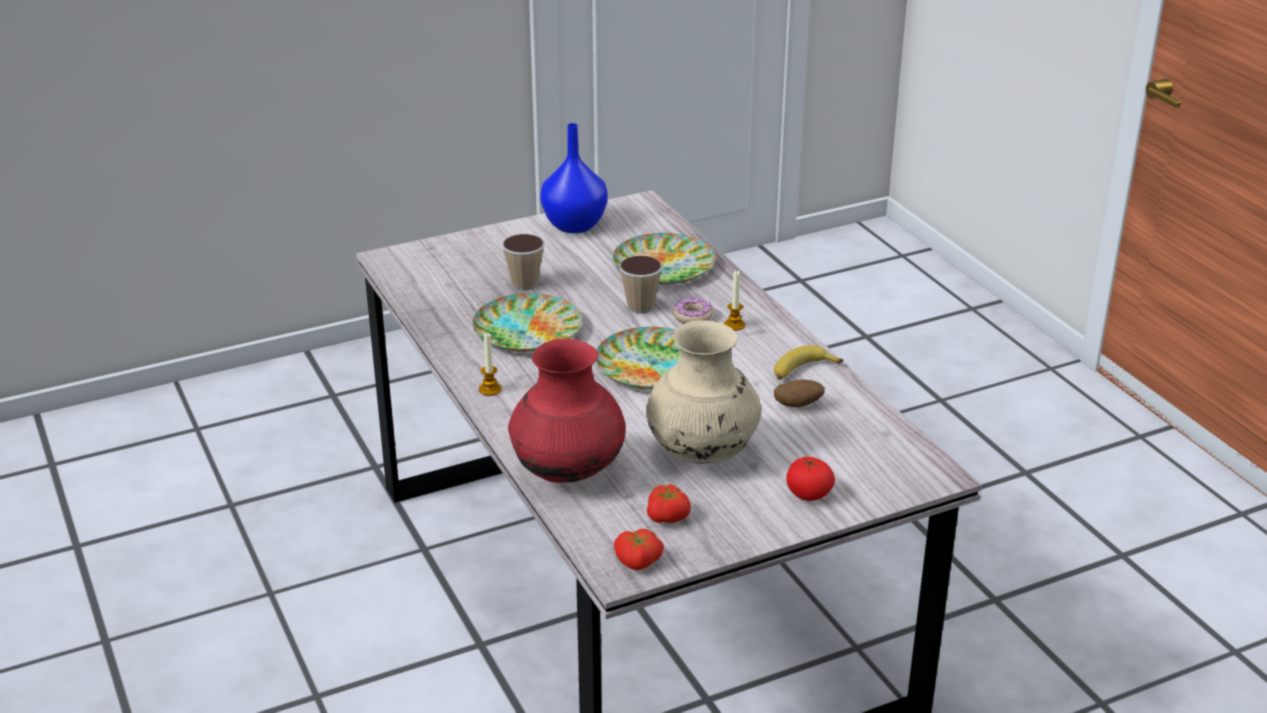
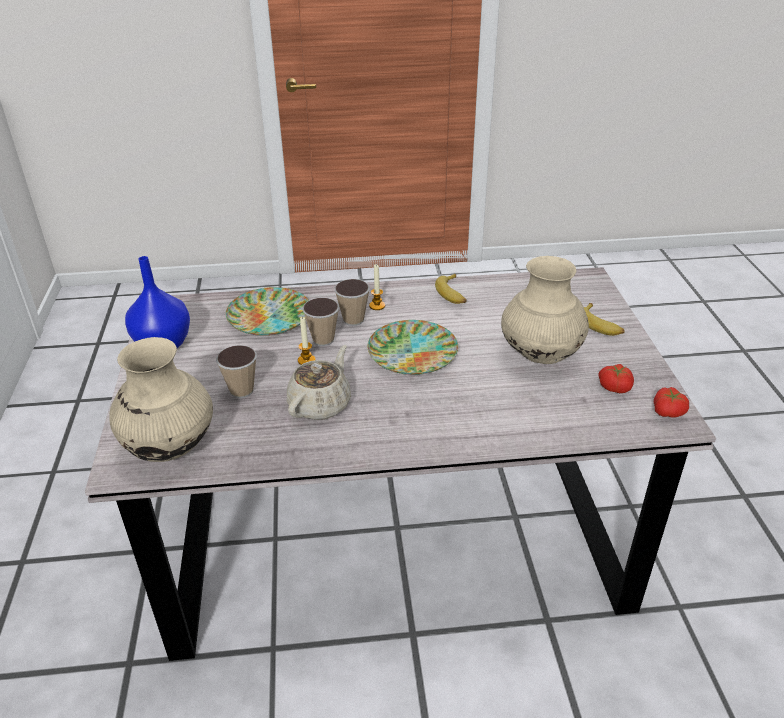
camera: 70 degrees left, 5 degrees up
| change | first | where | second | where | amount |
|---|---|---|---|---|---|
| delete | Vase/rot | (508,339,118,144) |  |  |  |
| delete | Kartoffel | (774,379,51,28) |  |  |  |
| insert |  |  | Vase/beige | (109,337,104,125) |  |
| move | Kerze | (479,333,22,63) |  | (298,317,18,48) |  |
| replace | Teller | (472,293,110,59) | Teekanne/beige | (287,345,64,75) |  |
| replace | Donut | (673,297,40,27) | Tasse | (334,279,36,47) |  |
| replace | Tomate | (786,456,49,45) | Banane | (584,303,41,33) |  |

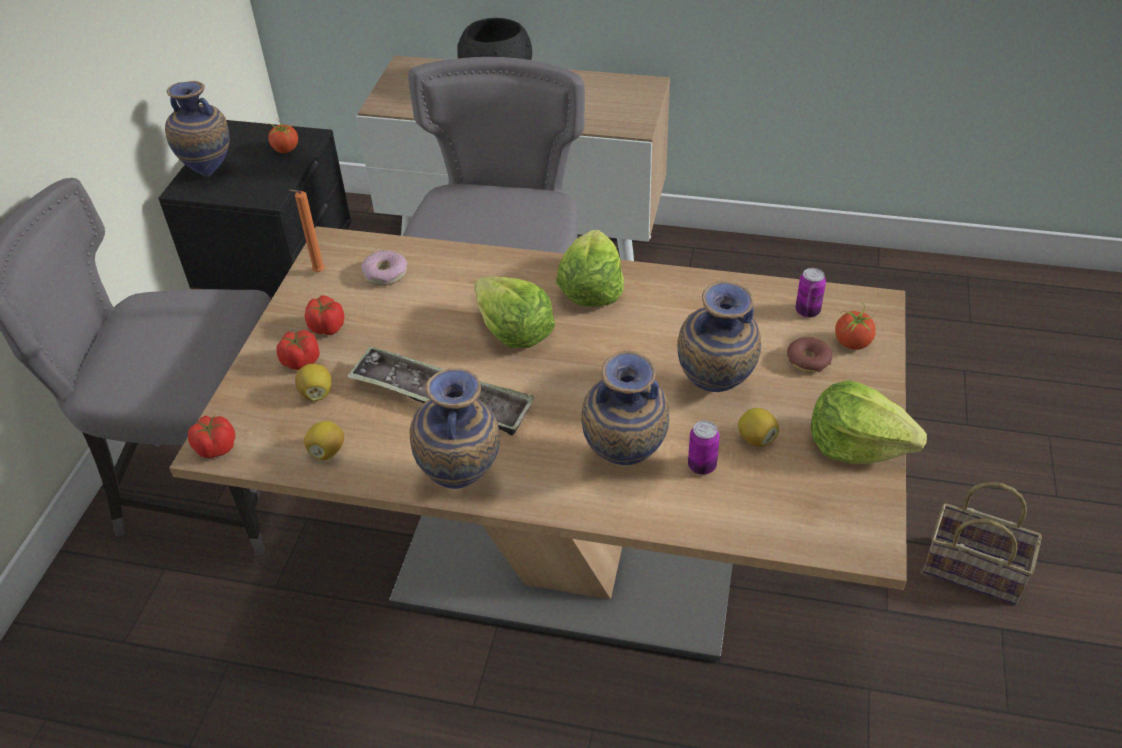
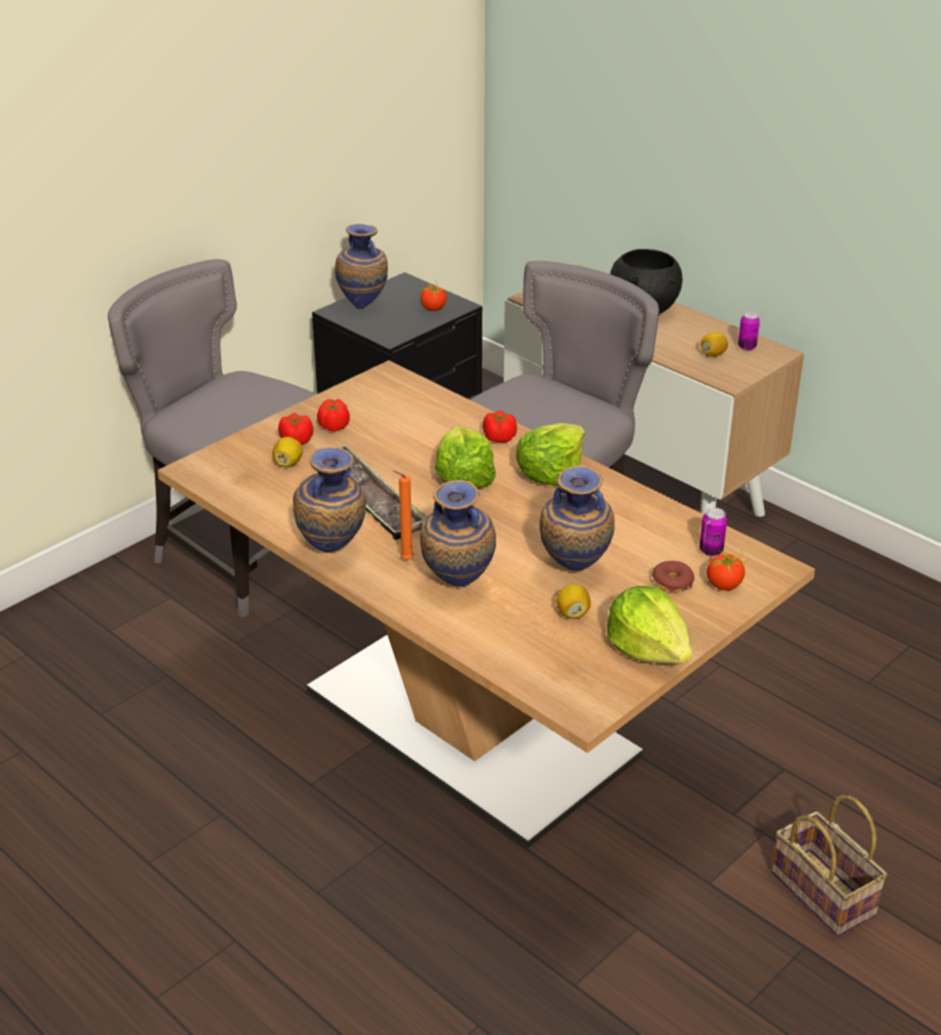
camera: 30 degrees right, 10 degrees down
| change | first | where | second | where | amount |
|---|---|---|---|---|---|
| delete | Donut | (361,250,46,36) |  |  |  |
| move | Tomate | (188,416,47,42) |  | (483,411,34,32) |  |
| move | Kerze/orange | (289,189,36,83) |  | (393,470,21,90) |  |
| move | Zitrone | (304,421,40,39) |  | (701,332,27,25) |  |
| move | Dose | (688,421,32,54) |  | (738,312,22,38) |  |

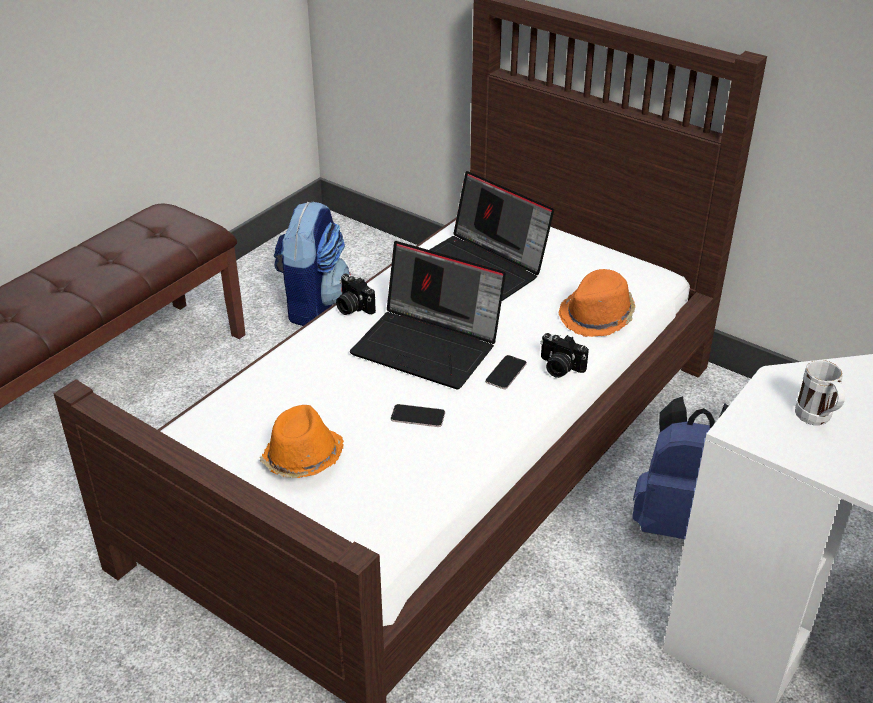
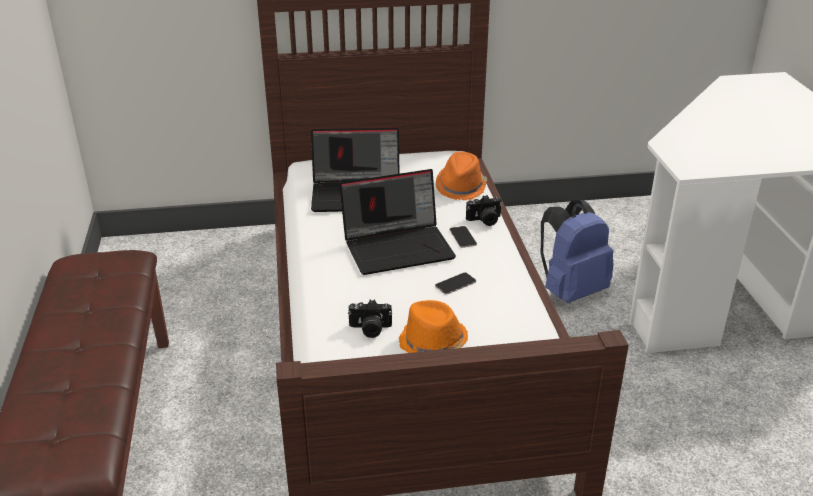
camera: 45 degrees left, 5 degrees down
| change | first | where | second | where | amount |
|---|---|---|---|---|---|
| delete | Rucksack | (274,201,77,125) |  |  |  |
| delete | Henkelbecher/weiß | (795,360,50,65) |  |  |  |
| move | Kamera | (336,274,40,41) |  | (348,300,44,38) |  |

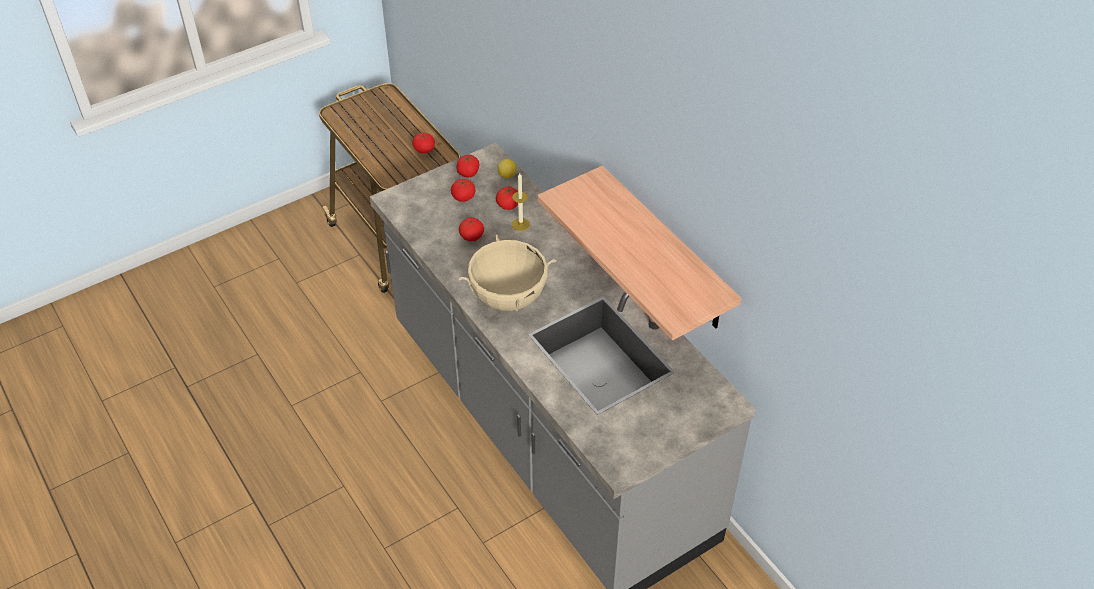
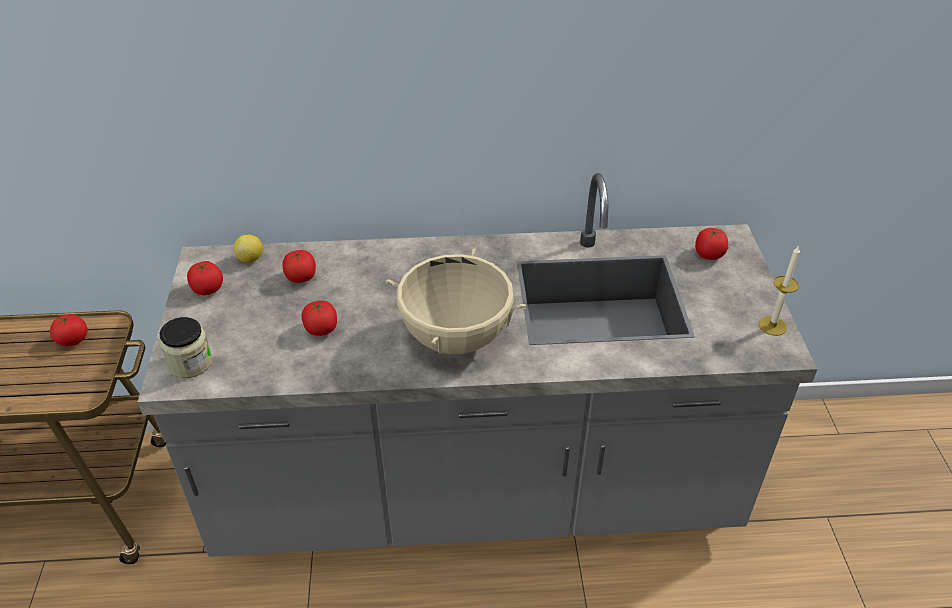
camera: 60 degrees left, 5 degrees down
| change | first | where | second | where | amount |
|---|---|---|---|---|---|
| delete | Wandregal | (537,166,204,174) |  |  |  |
| insert |  |  | Vorratsglas | (160,317,52,61) |  |
| move | Tomate | (451,179,24,23) |  | (695,228,33,32) |  |
| move | Kerze | (512,173,18,58) |  | (759,245,41,91) |  |

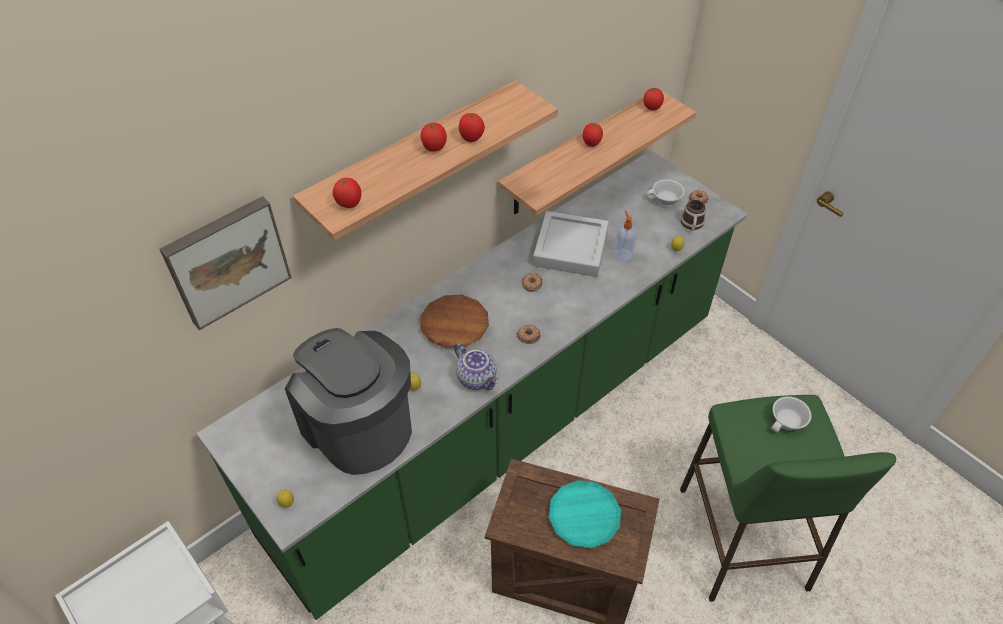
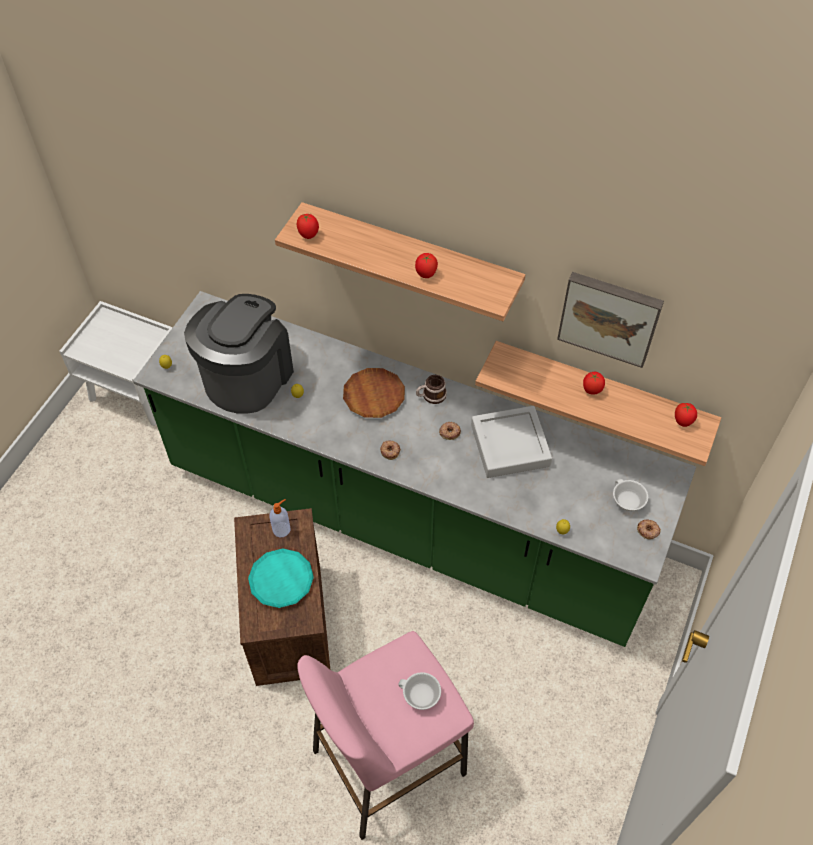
camera: 65 degrees right, 5 degrees up
| change | first | where | second | where | amount |
|---|---|---|---|---|---|
| delete | Tomate | (421,123,26,29) |  |  |  |
| delete | Teekanne | (454,343,45,47) |  |  |  |
| move | Bild | (159,196,133,134) |  | (557,272,107,96) |  |
| move | Seifenspender | (614,211,22,50) |  | (270,499,20,38) |  |
| move | Henkelbecher | (681,200,25,31) |  | (416,375,31,29) |  |
| recolor | Hocker/grün | (680,395,216,207) | Hocker/rosa | (297,631,177,209) |  |

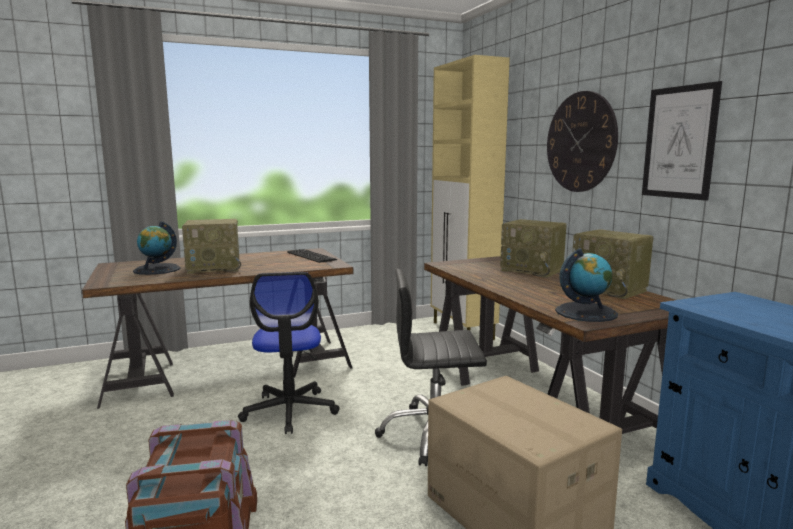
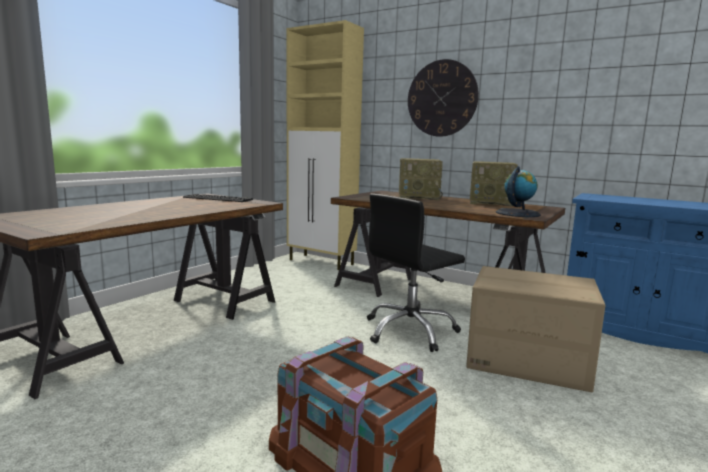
camera: 35 degrees left, 0 degrees up
| change | first | where | second | where | amount |
|---|---|---|---|---|---|
| delete | Globus | (133,221,48,54) |  |  |  |
| delete | Radio | (182,219,59,55) |  |  |  |
| delete | Bürostuhl | (238,272,102,162) |  |  |  |
| delete | Bild | (642,81,80,120) |  |  |  |

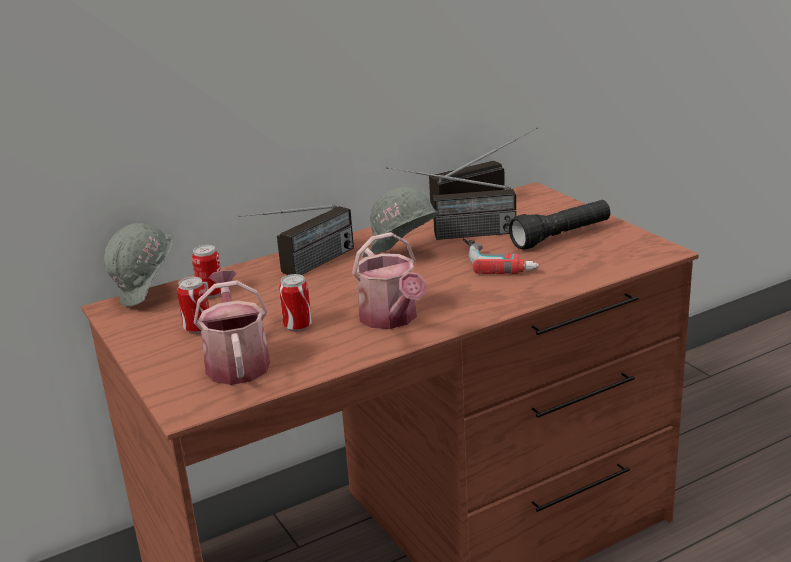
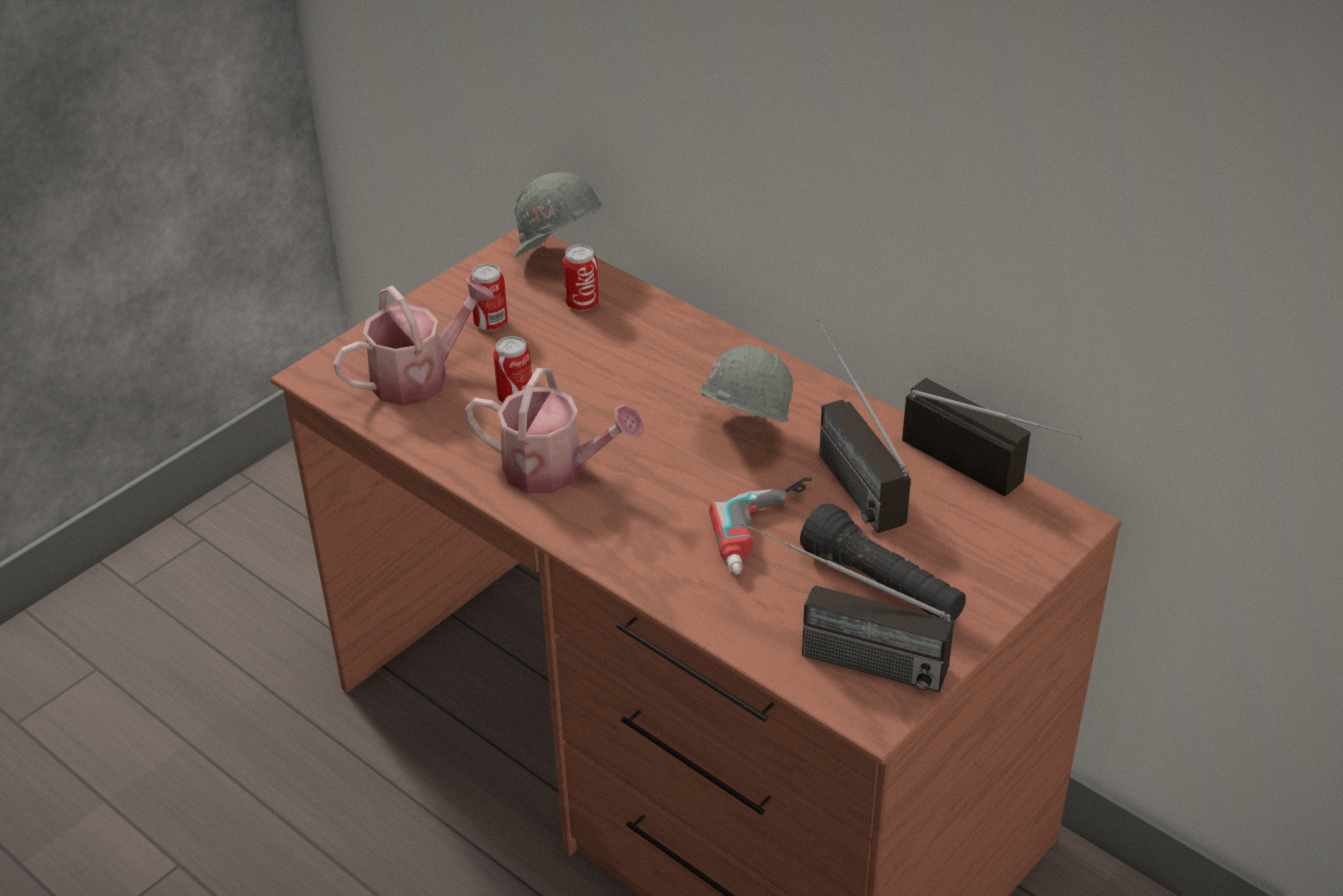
camera: 70 degrees right, 15 degrees up
| change | first | where | second | where | amount |
|---|---|---|---|---|---|
| move | Radio | (237,205,117,70) |  | (740,522,214,170) |  |
| rotate | Gießkanne | (352,232,75,97) |  | (465,368,179,125) | 120 degrees counterclockwise |

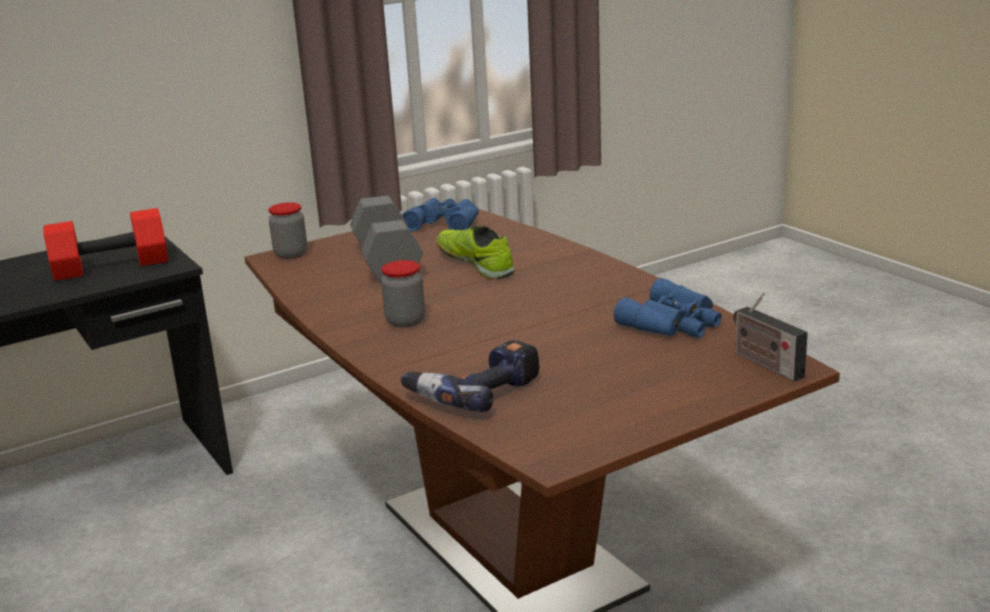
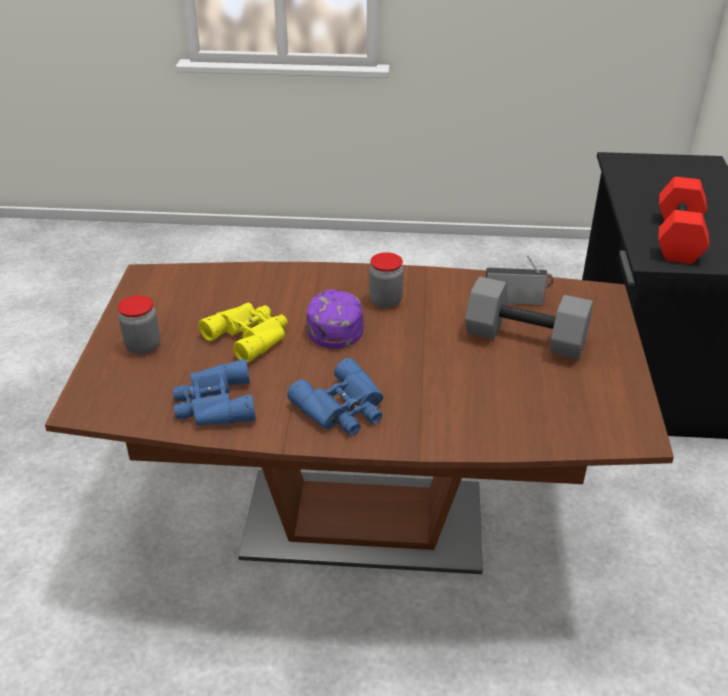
camera: 125 degrees right, 15 degrees up
| change | first | where | second | where | amount |
|---|---|---|---|---|---|
| delete | Bohrmaschine | (401,340,139,72) |  |  |  |
| delete | Schuh | (437,226,78,53) |  |  |  |
| insert |  |  | Fernglas/gelb | (199,303,89,60) |  |
| insert |  |  | Kappe/lila | (306,289,58,60) |  |
| move | Vorratsglas | (268,202,39,57) |  | (118,295,42,60) |  |
| move | Fernglas/blau | (402,198,77,34) |  | (287,358,96,77) |  |
| move | Radio | (733,292,75,89) |  | (486,255,67,50) |  |

